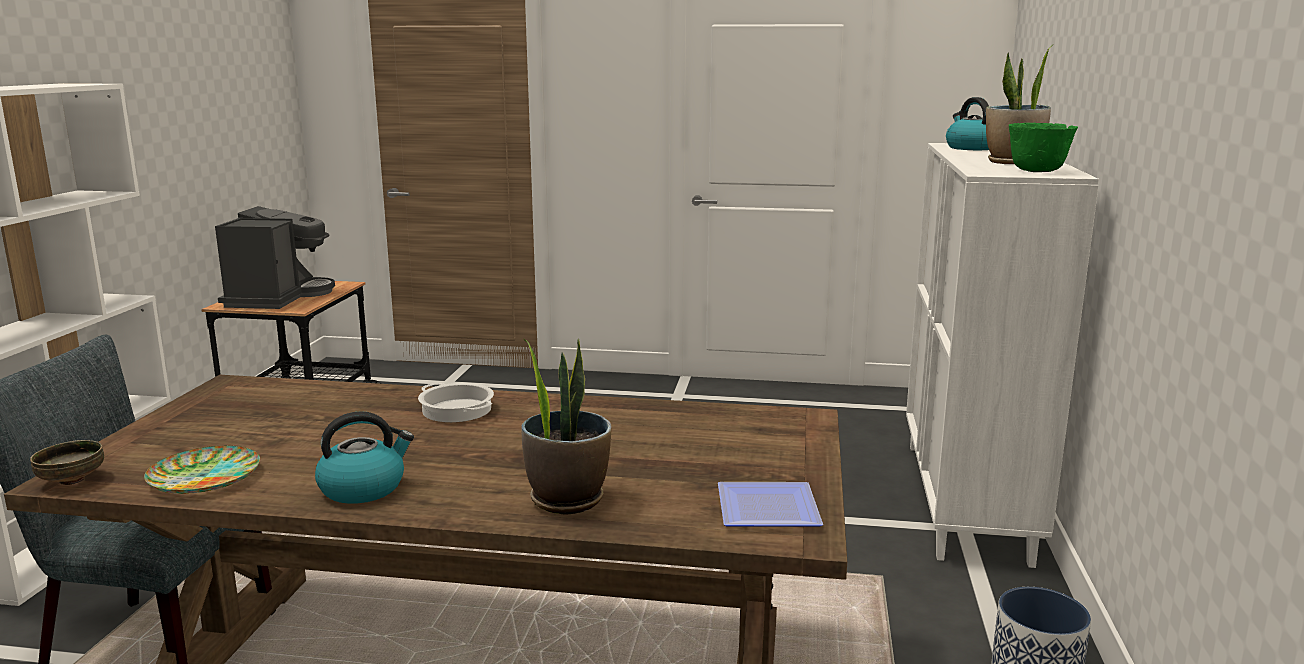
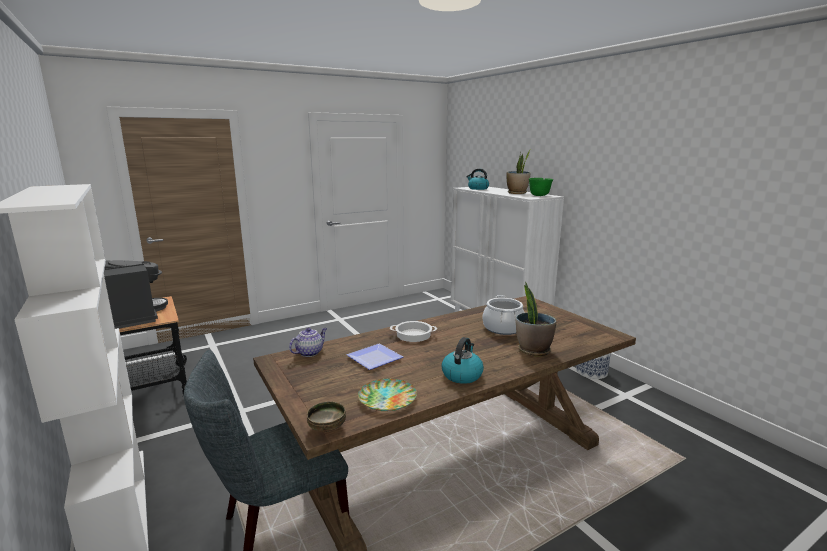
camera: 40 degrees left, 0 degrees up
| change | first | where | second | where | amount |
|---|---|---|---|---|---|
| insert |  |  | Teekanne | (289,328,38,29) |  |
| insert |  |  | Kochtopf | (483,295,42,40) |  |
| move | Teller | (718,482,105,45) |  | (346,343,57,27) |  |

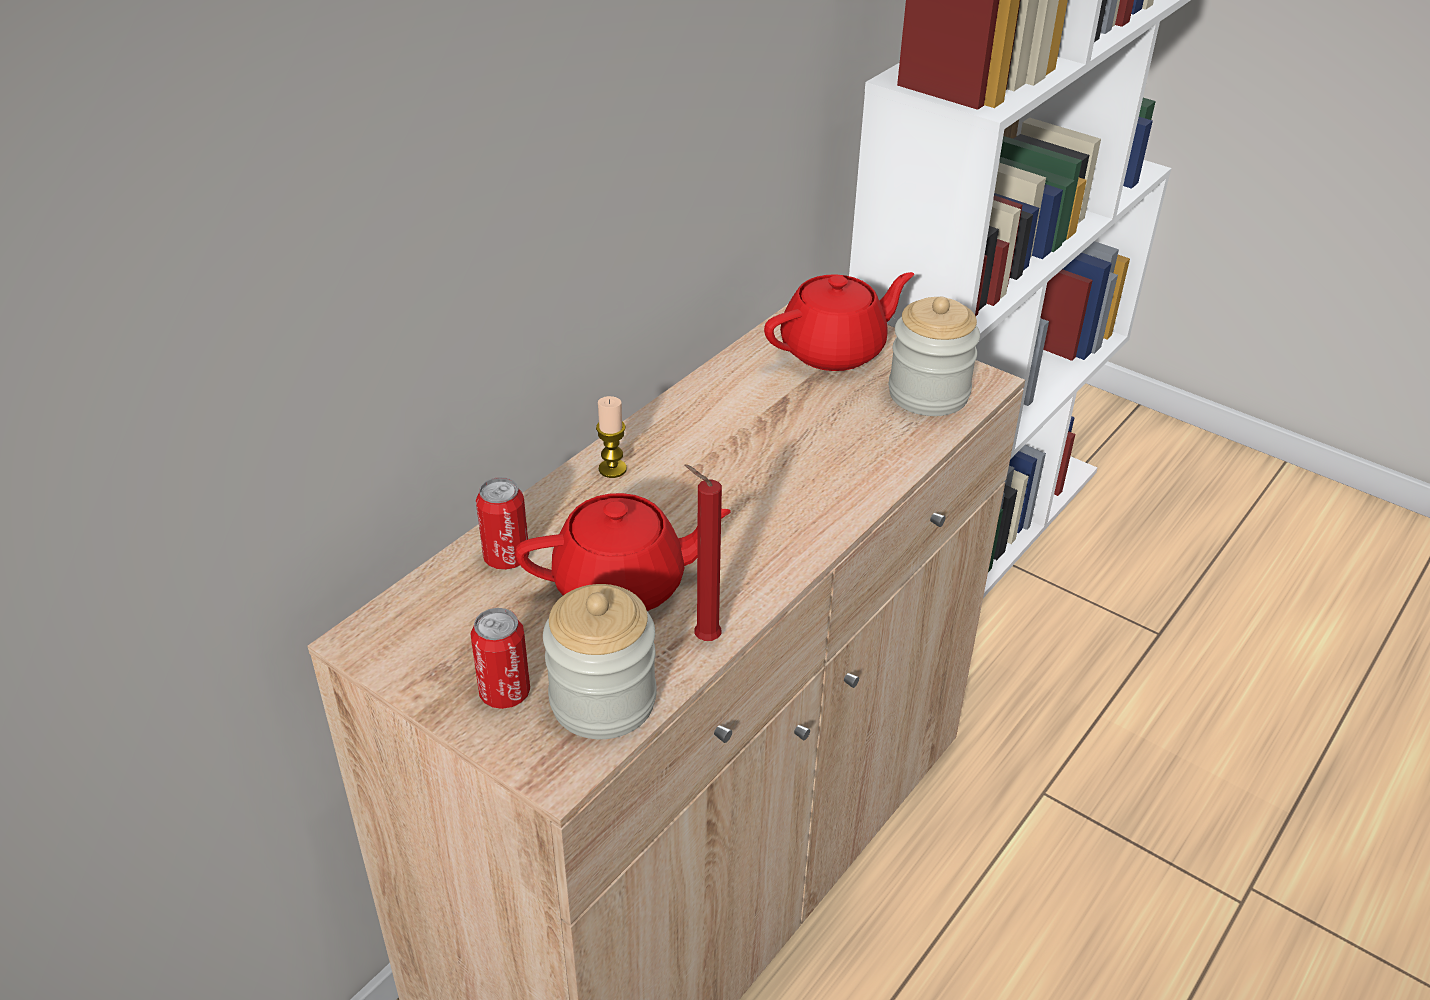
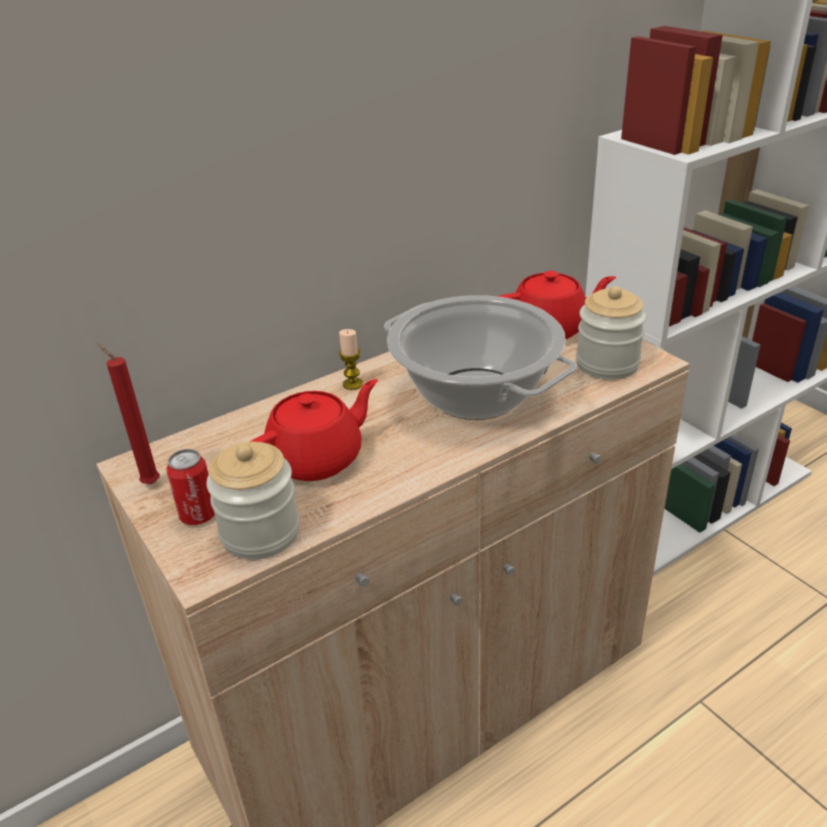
camera: 20 degrees right, 5 degrees down
| change | first | where | second | where | amount |
|---|---|---|---|---|---|
| delete | Dose | (476,477,54,93) |  |  |  |
| insert |  |  | Kochtopf | (384,295,193,125) |  |
| move | Kerze/rot | (685,464,37,177) |  | (97,342,63,142) |  |
| rotate | Teekanne/rot | (515,493,216,118) |  | (250,379,128,102) | 45 degrees counterclockwise |

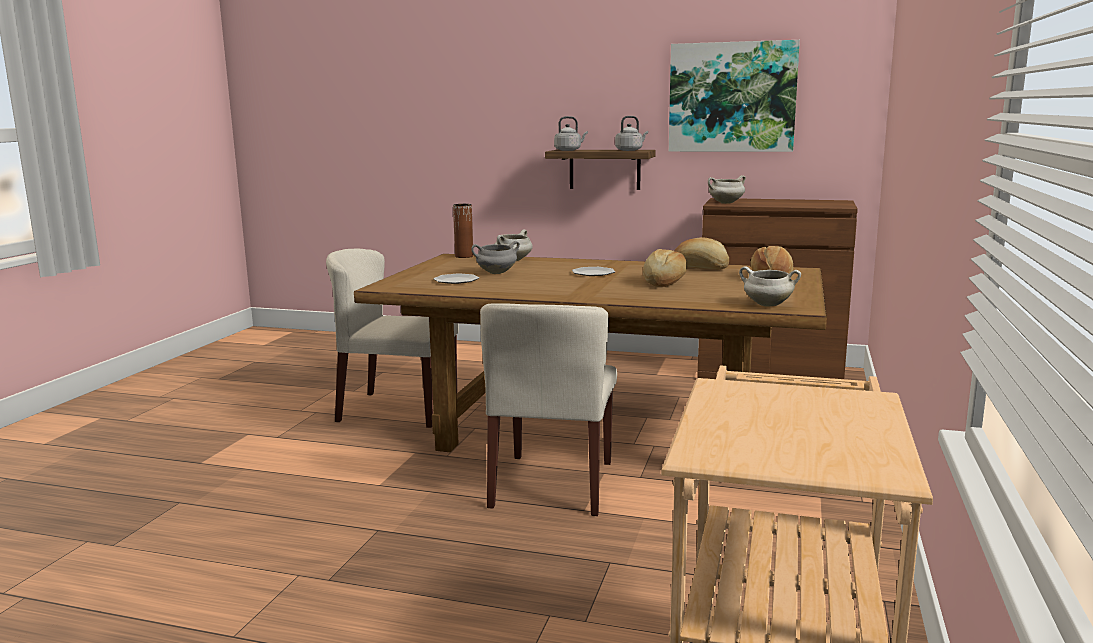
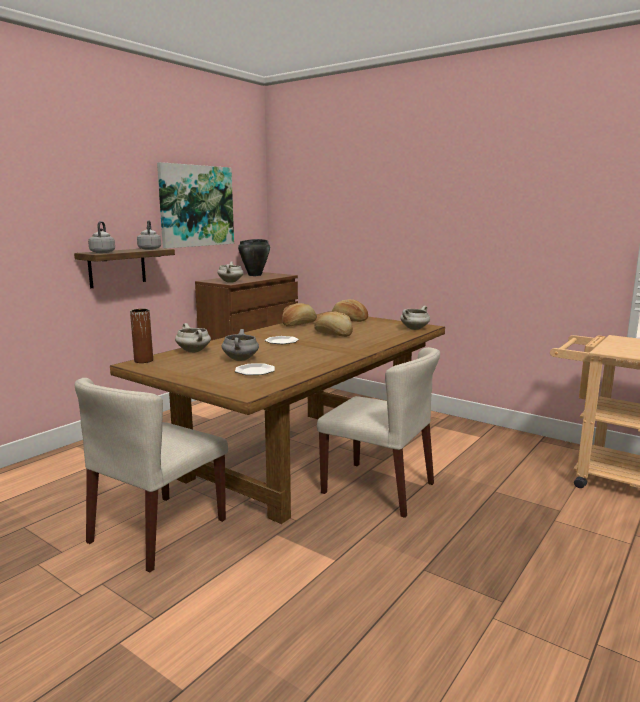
camera: 70 degrees left, 0 degrees up
| change | first | where | second | where | amount |
|---|---|---|---|---|---|
| insert |  |  | Kochtopf/schwarz | (238,239,32,37) |  |

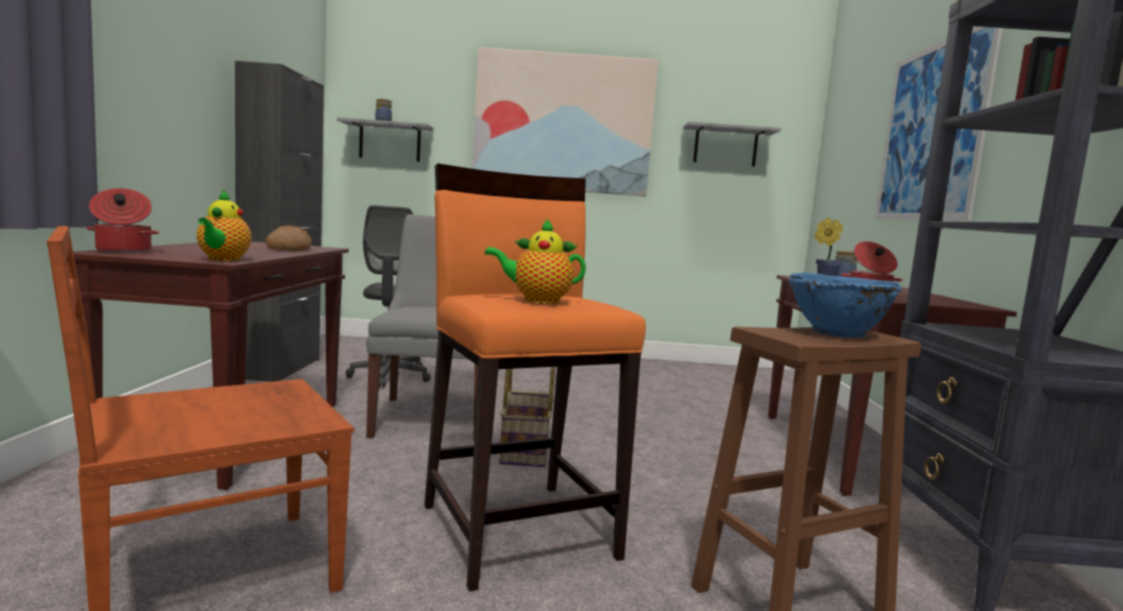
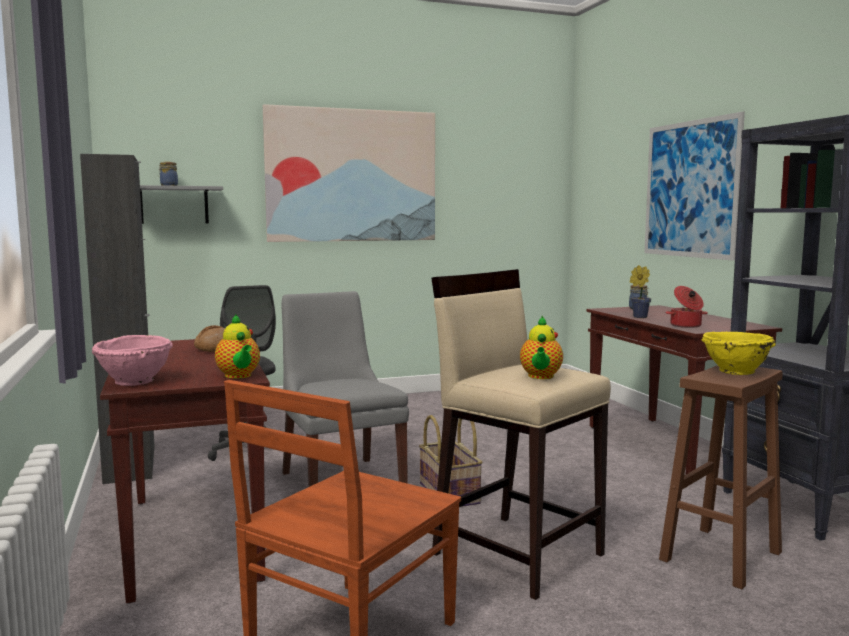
camera: 20 degrees left, 0 degrees up
| change | first | where | second | where | amount |
|---|---|---|---|---|---|
| delete | Wandregal/grau | (683,121,98,46) |  |  |  |
| replace | Kochtopf | (87,188,72,65) | Schüssel/rosa | (92,335,81,51) |  |
| recolor | Hocker/orange | (424,163,222,429) | Hocker/beige | (431,269,180,331) |  |
| recolor | Schüssel/blau | (789,273,113,65) | Schüssel/gelb | (702,332,74,43) |  |
| rotate | Teekanne | (485,219,101,85) |  | (520,316,43,63) | 60 degrees counterclockwise |

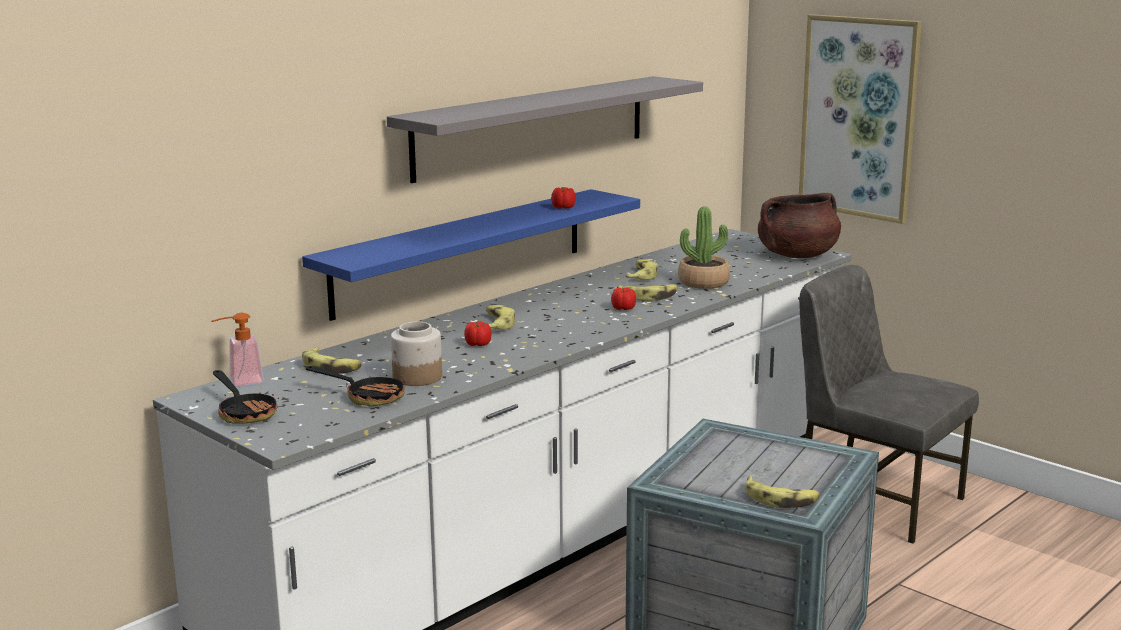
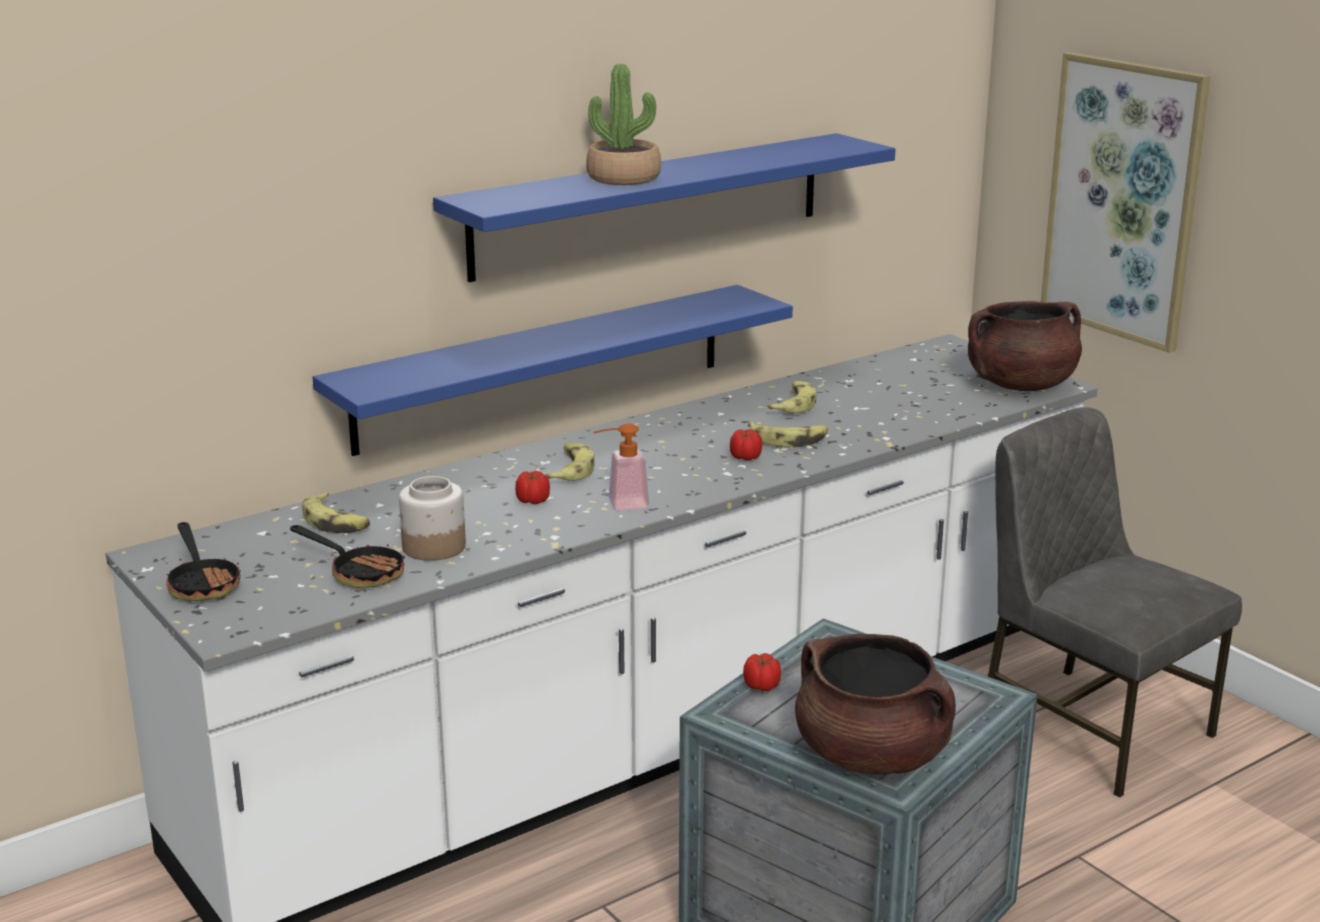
camera: 10 degrees right, 5 degrees up
| change | first | where | second | where | amount |
|---|---|---|---|---|---|
| move | Seifenspender | (211,313,53,73) |  | (593,423,56,88) |  |
| move | Tomate | (551,187,25,22) |  | (743,653,38,38) |  |
| move | Topfpflanze | (678,206,52,83) |  | (586,64,75,121) |  |
| replace | Banane | (745,476,75,32) | Kochtopf/braun | (795,634,161,141) |  |
| recolor | Wandregal/grau | (387,76,316,107) | Wandregal/blau | (433,133,462,149) |  |

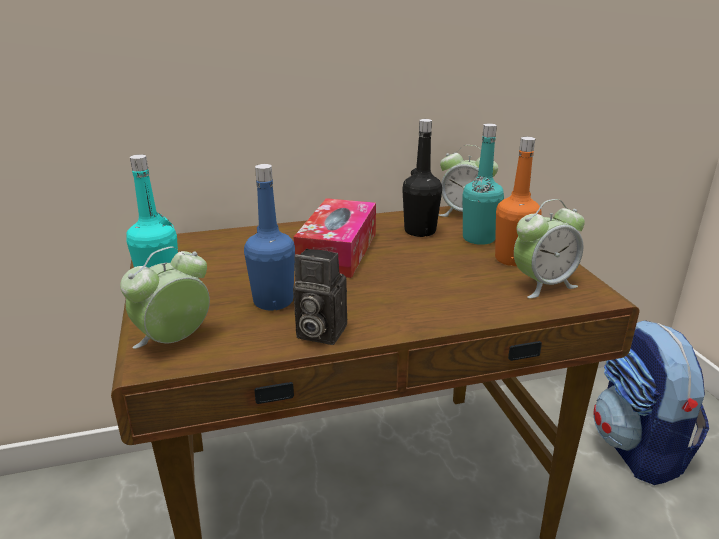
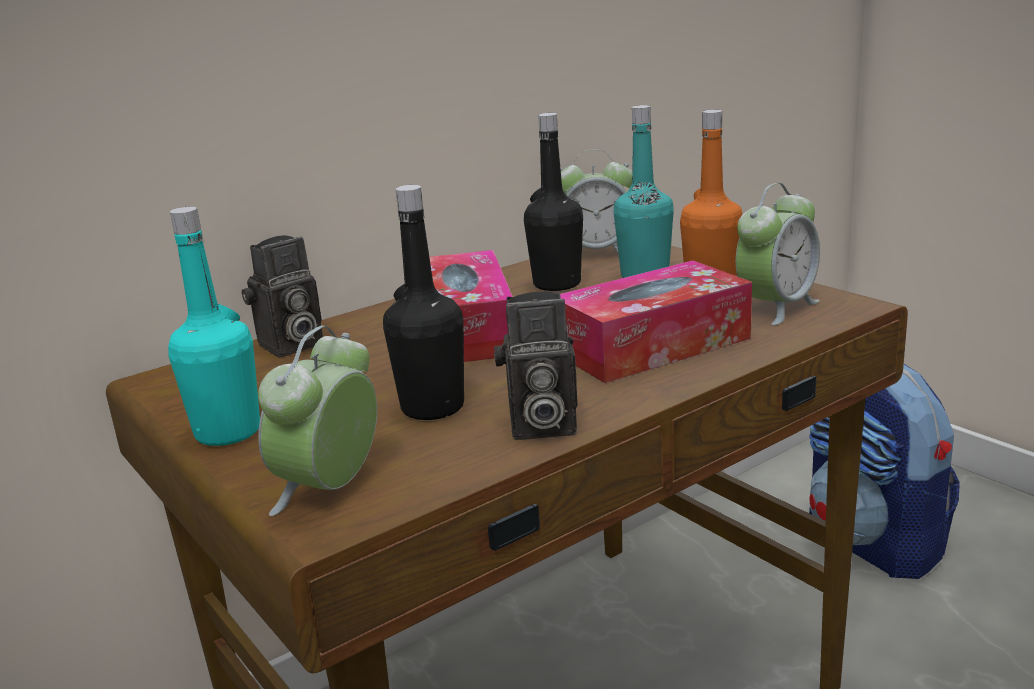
camera: 20 degrees left, 5 degrees down
| change | first | where | second | where | amount |
|---|---|---|---|---|---|
| insert |  |  | Kamera | (242,235,81,122) |  |
| insert |  |  | Taschentuchbox | (560,260,192,123) |  |
| recolor | Flasche/blau | (244,164,51,146) | Flasche/schwarz | (383,185,81,235) |  |

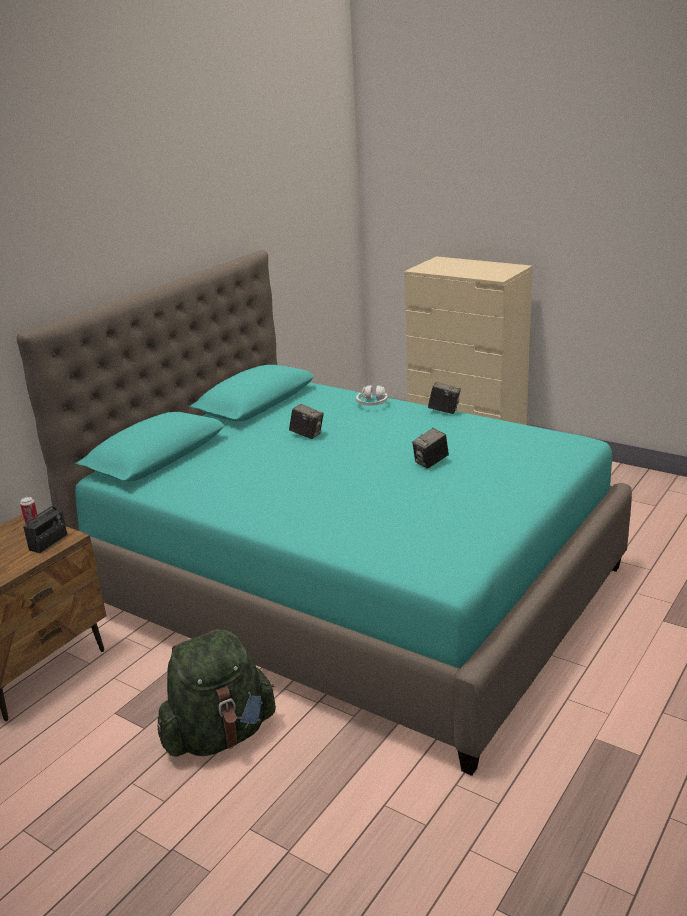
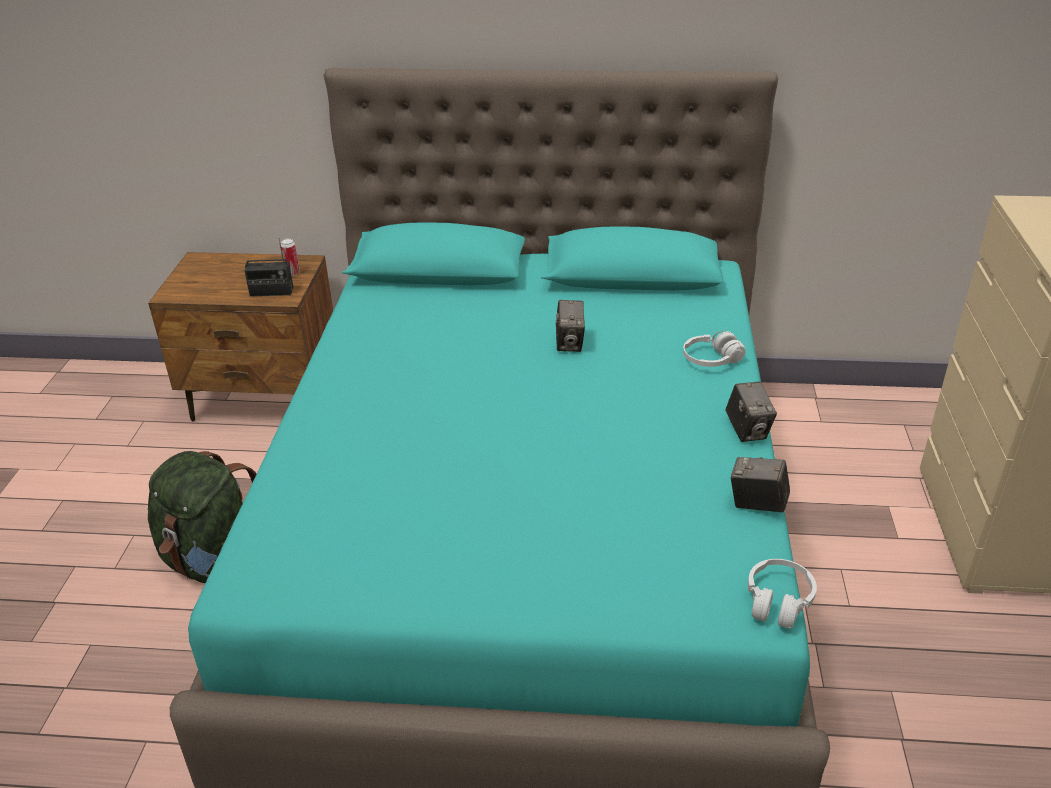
camera: 60 degrees right, 10 degrees up
| change | first | where | second | where | amount |
|---|---|---|---|---|---|
| insert |  |  | Kopfhörer/weiß | (748,559,69,69) |  |
| move | Kamera | (412,428,37,41) |  | (731,457,59,56) |  |

